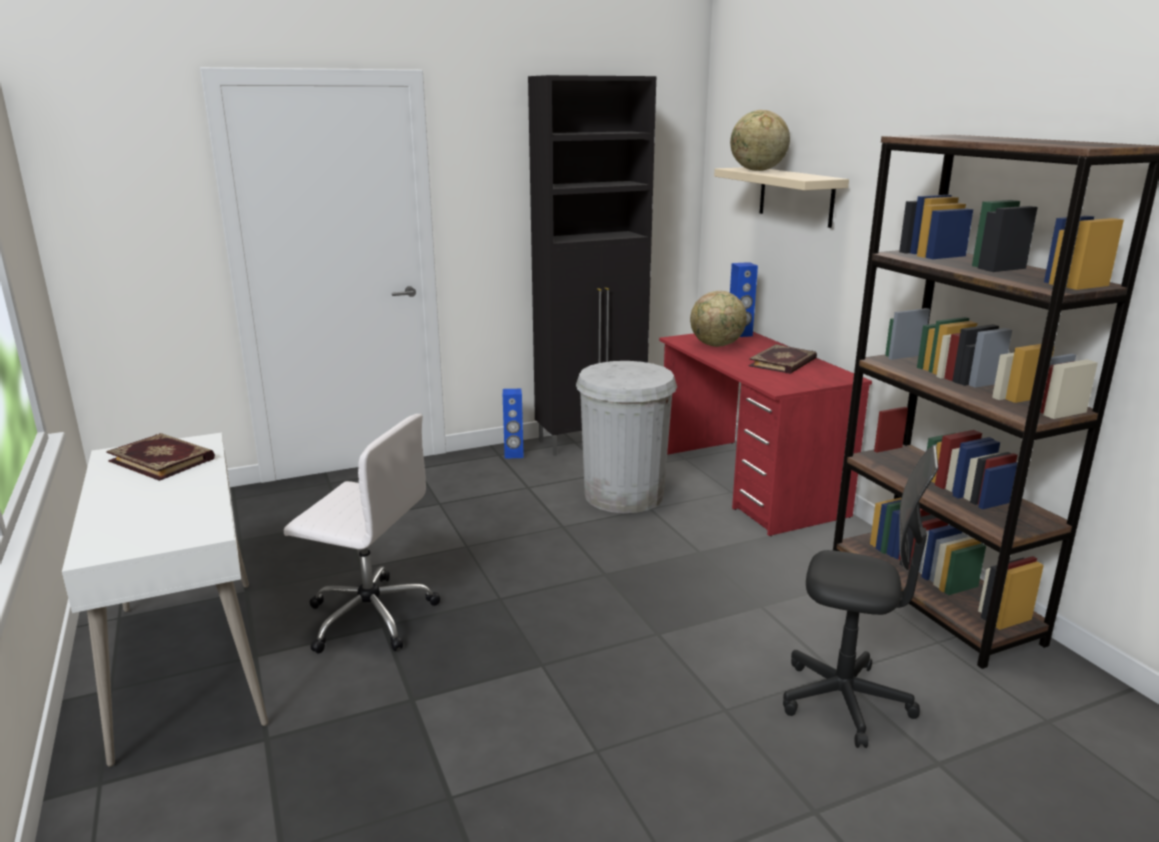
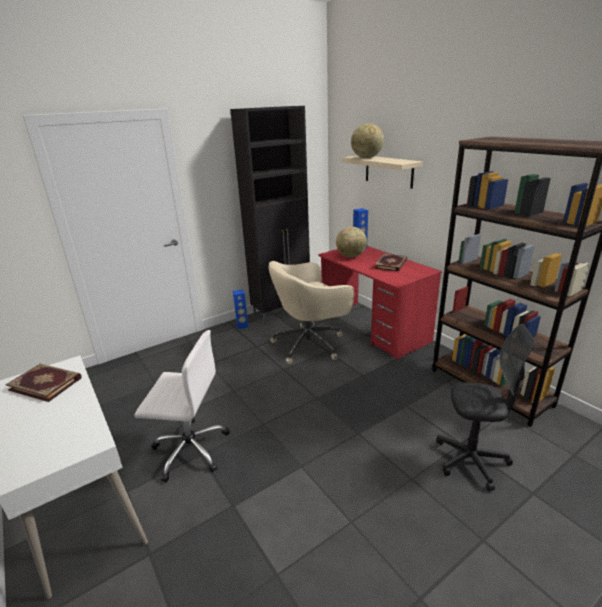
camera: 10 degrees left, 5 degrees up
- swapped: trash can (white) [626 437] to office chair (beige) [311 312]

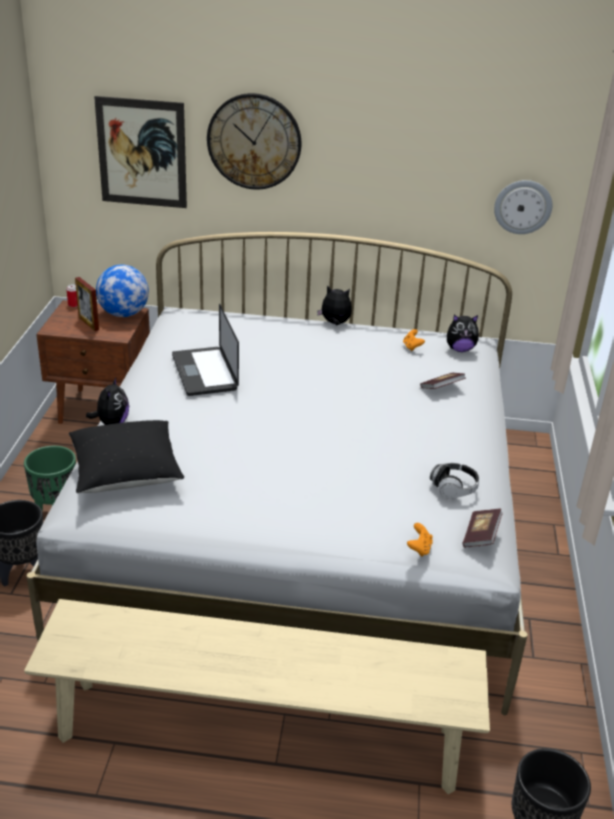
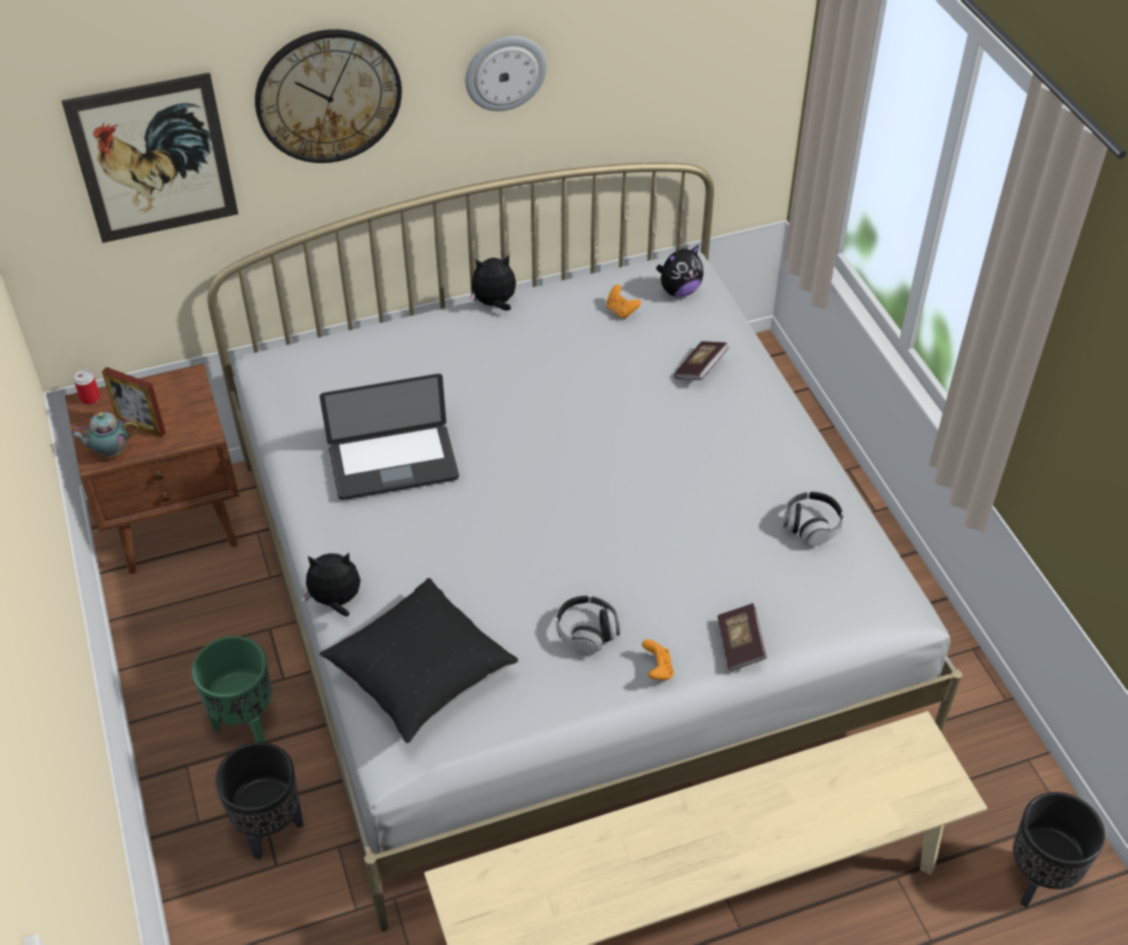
camera: 25 degrees left, 15 degrees up
- gone: globe [122 290]
- new: teapot [104 435]
- new: headphones [588 625]
- shifted: game controller (orange) [420 540] to [658 660]
- shifted: book [483 528] to [742 637]
- shifted: wall clock [523 207] to [506 73]
- rotated: plush toy [107 401] = [331 584] 75 degrees counterclockwise
- rotated: laptop [205 350] = [389 437] 60 degrees counterclockwise

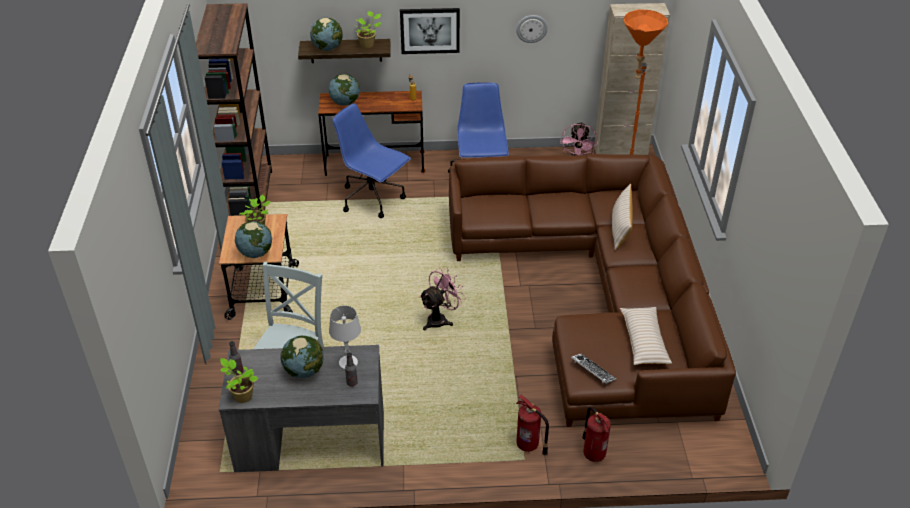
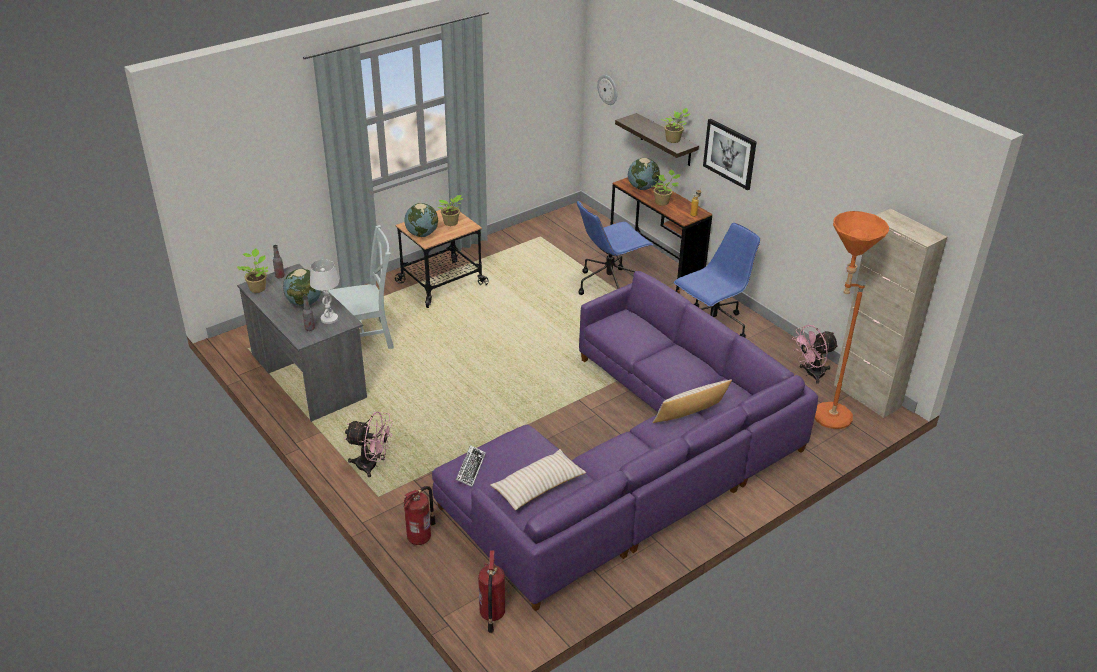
camera: 55 degrees right, 5 degrees down
- gone: bookcase (brown) [234 109]
- gone: globe [326 34]
- new: potted plant [666 188]
- shifted: fan (pink) [443 299] to [368 444]
- shifted: wall clock [532 29] to [607 90]
- shifted: fire extinguisher [532 425] to [491 591]
- repainted: sofa (brown) [592 290] to sofa (purple) [625 441]
- rotated: office chair (blue) [371 160] = [615 247] 120 degrees counterclockwise

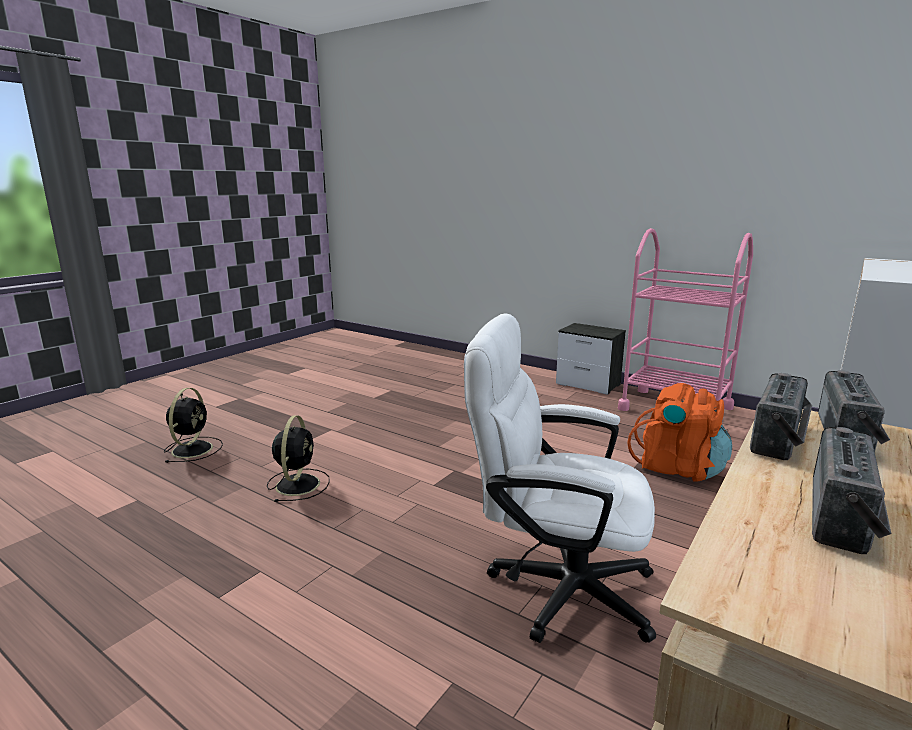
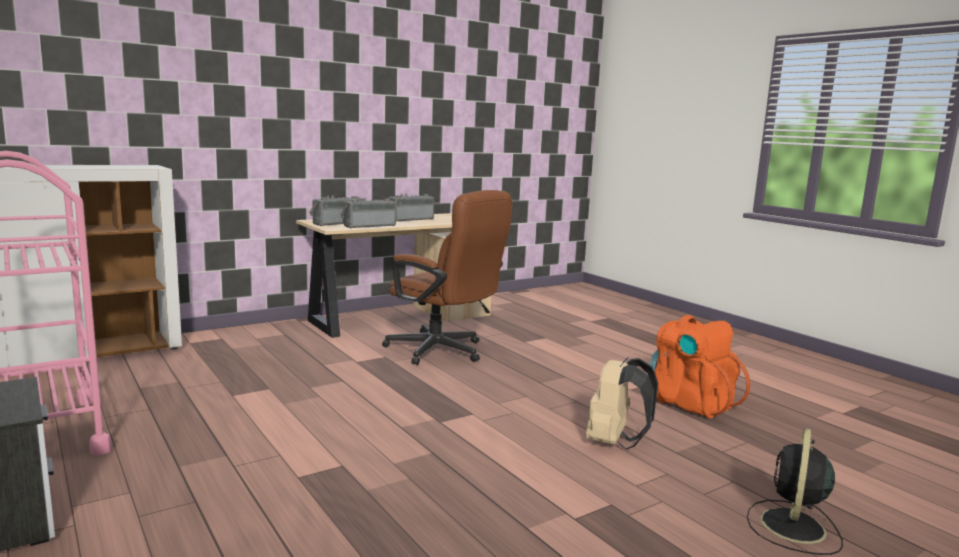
camera: 160 degrees left, 5 degrees down
- shifted: backpack (orange) [679 432] to [700 366]
- swapped: fan (black) [298 458] to backpack (beige) [621 403]
- repainted: office chair (white) [560 478] to office chair (brown) [447 277]

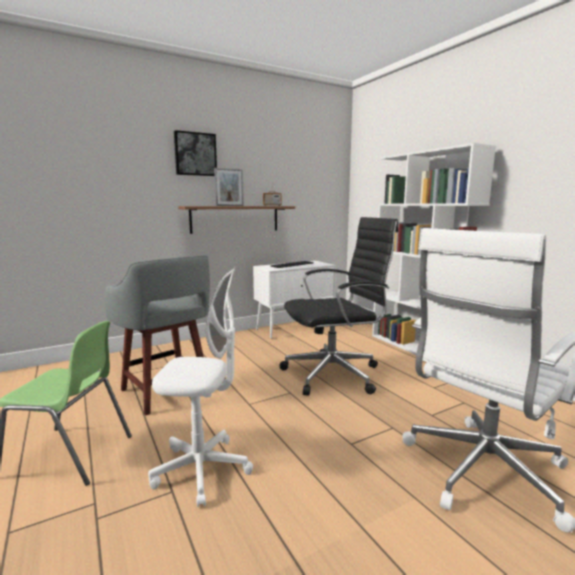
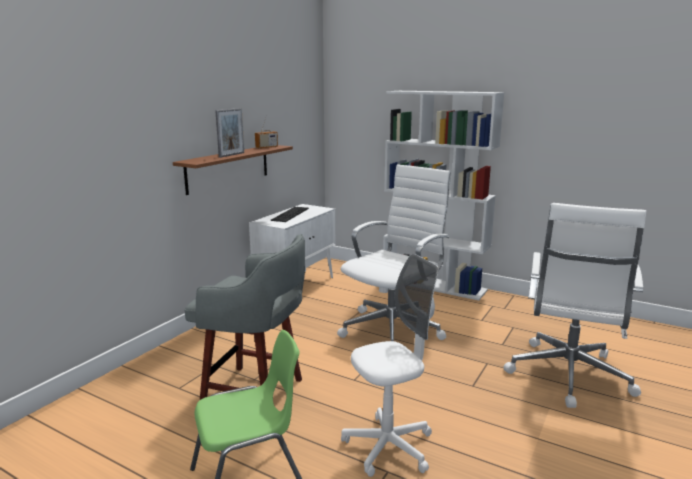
camera: 30 degrees left, 5 degrees up
- gone: picture [195 153]
- repainted: office chair (black) [339 306] to office chair (white) [394 252]

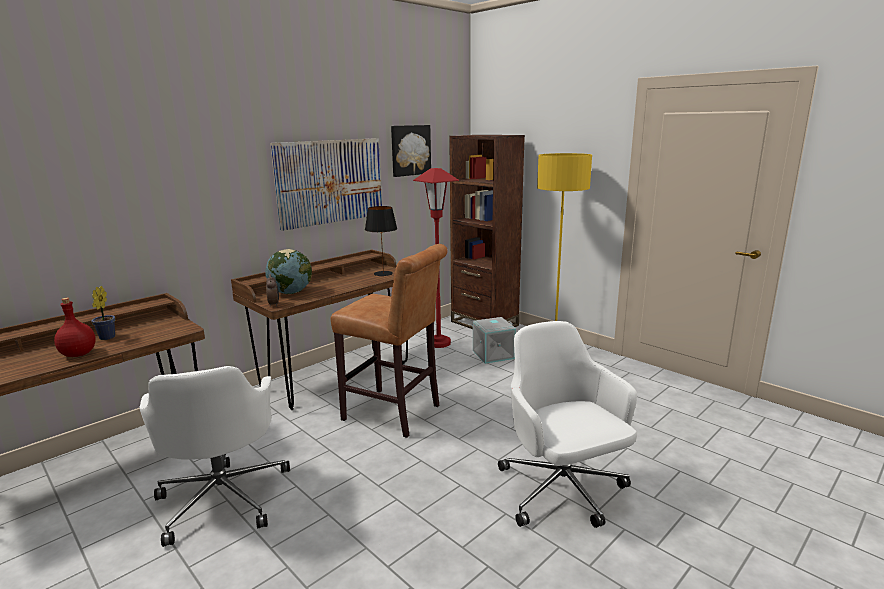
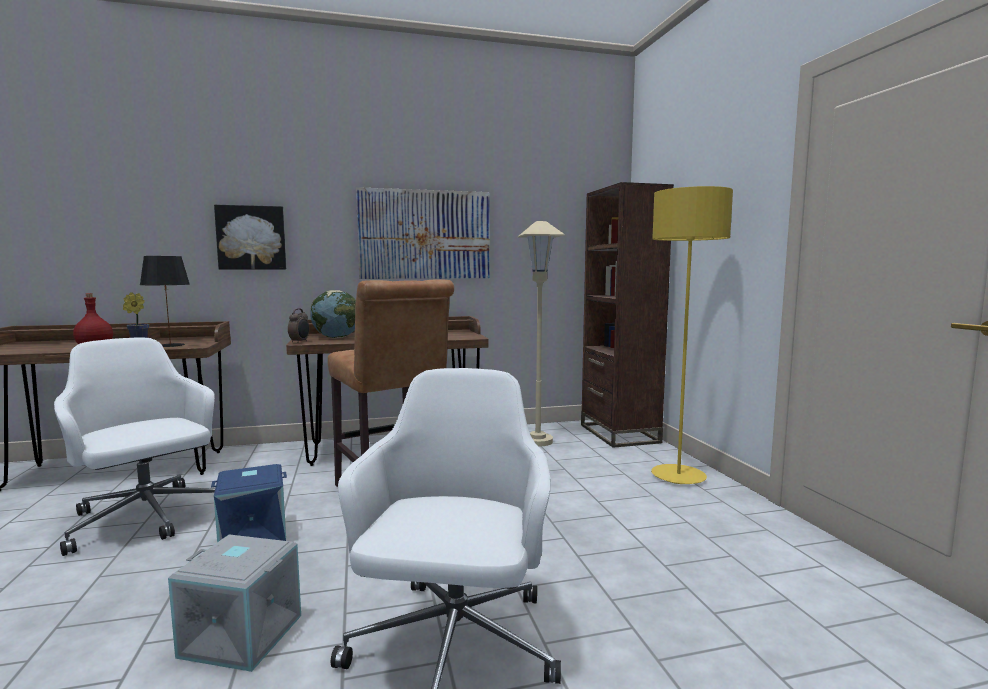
camera: 30 degrees right, 10 degrees down
- new: storage box (blue) [249 503]
- shifted: table lamp (black) [381 241] to [165 301]
- shifted: picture [411 151] to [250 237]
- shifted: storage box (grey) [494 340] to [234 603]
- repainted: floor lamp (red) [436 258] to floor lamp (beige) [541 333]
- rotated: office chair (white) [215 456] = [134 447] 120 degrees clockwise

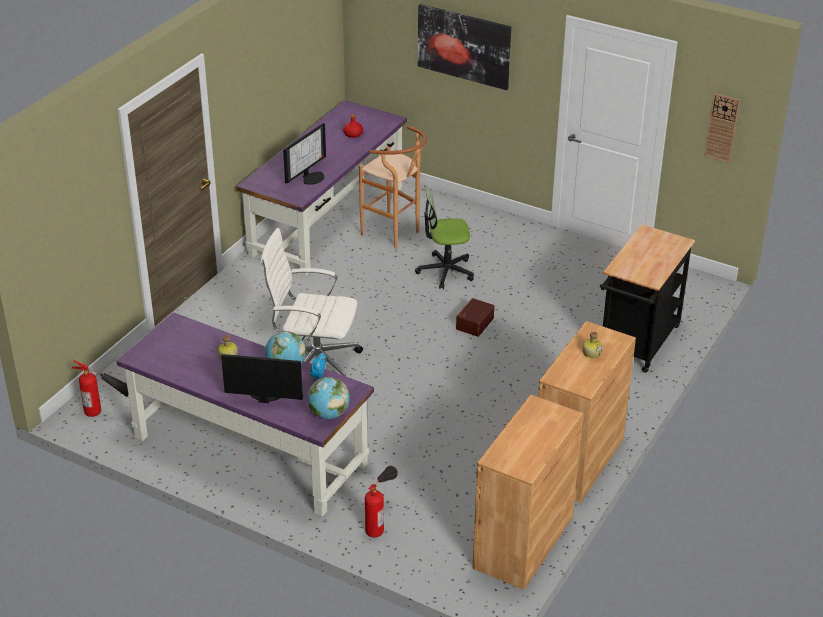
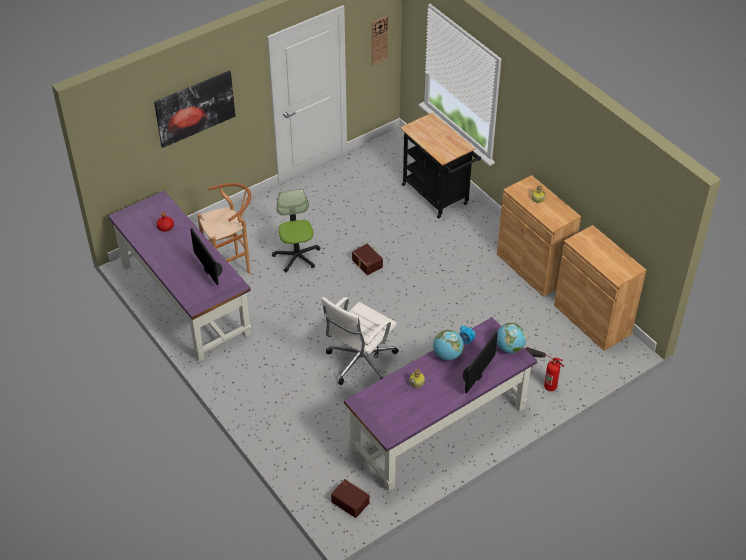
camera: 65 degrees left, 10 degrees up
- swapped: fire extinguisher [99 388] to storage box (brown) [350 498]
- rotated: office chair [444 237] = [296 230] 150 degrees clockwise

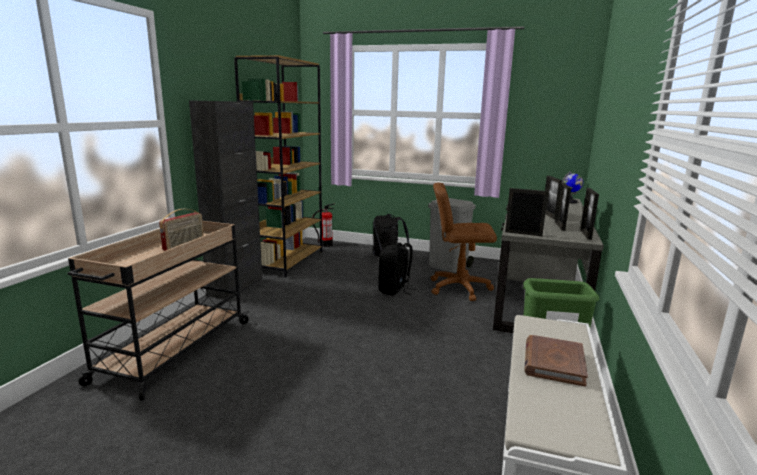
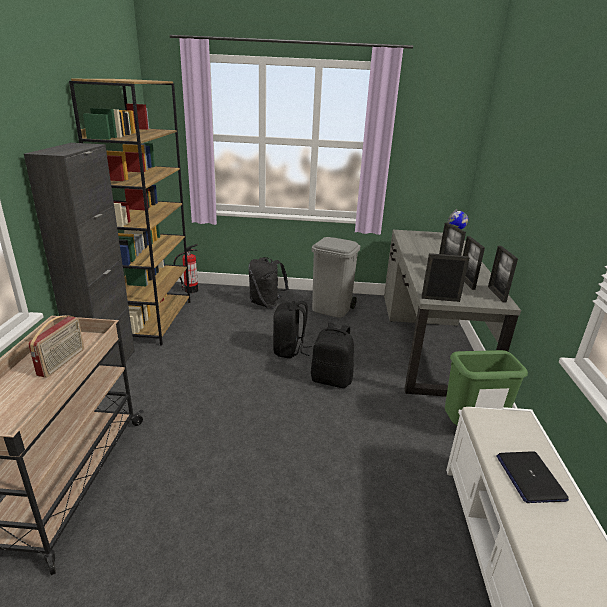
camera: 15 degrees left, 10 degrees up
- gone: office chair (brown) [464 241]
- new: backpack (black) [332 355]
- swapped: book (brown) [556 361] to laptop [532 477]

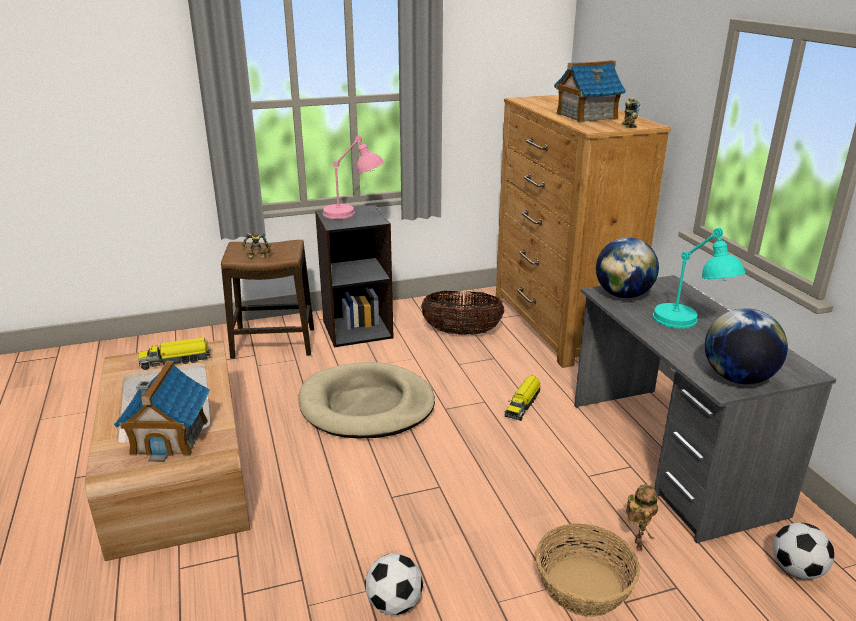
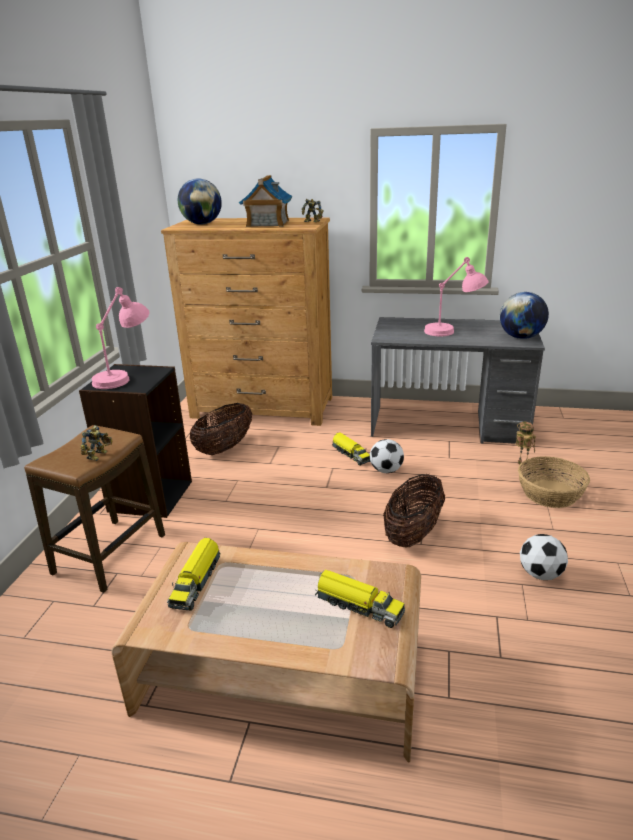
camera: 60 degrees left, 0 degrees up
- gone: dog bed (beige) [366 400]
- new: basket [414 511]
- shifted: globe [627 267] to [200 201]
- shifted: football [803 550] to [387 456]
- swapped: toy house [162 411] to toy truck [360 599]
- repainted: table lamp (turquoise) [699 278] to table lamp (pink) [456 296]

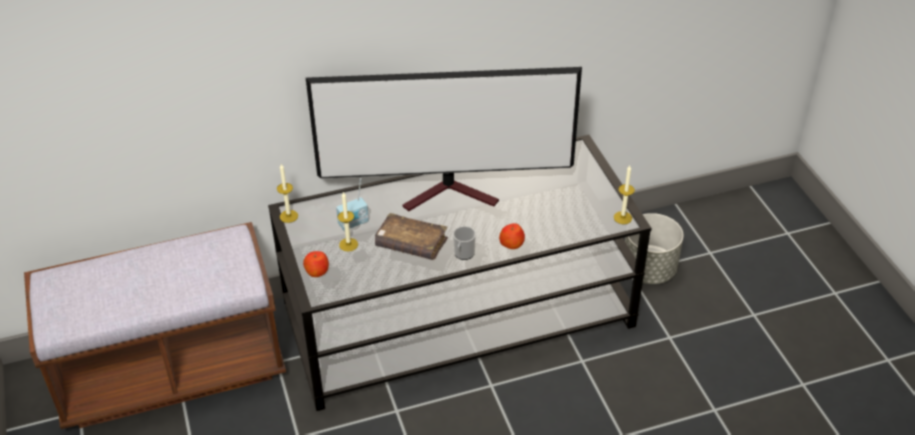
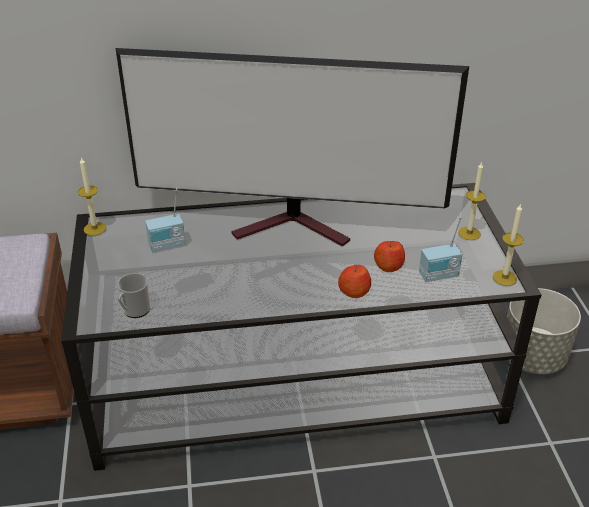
camera: 10 degrees right, 5 degrees down
- gone: book (brown) [411 236]
- new: radio [440 249]
- shifted: apple [316 264] to [389 256]
- shifted: candle [348 222] to [472 200]
- shifted: mug [464 243] to [134 295]

